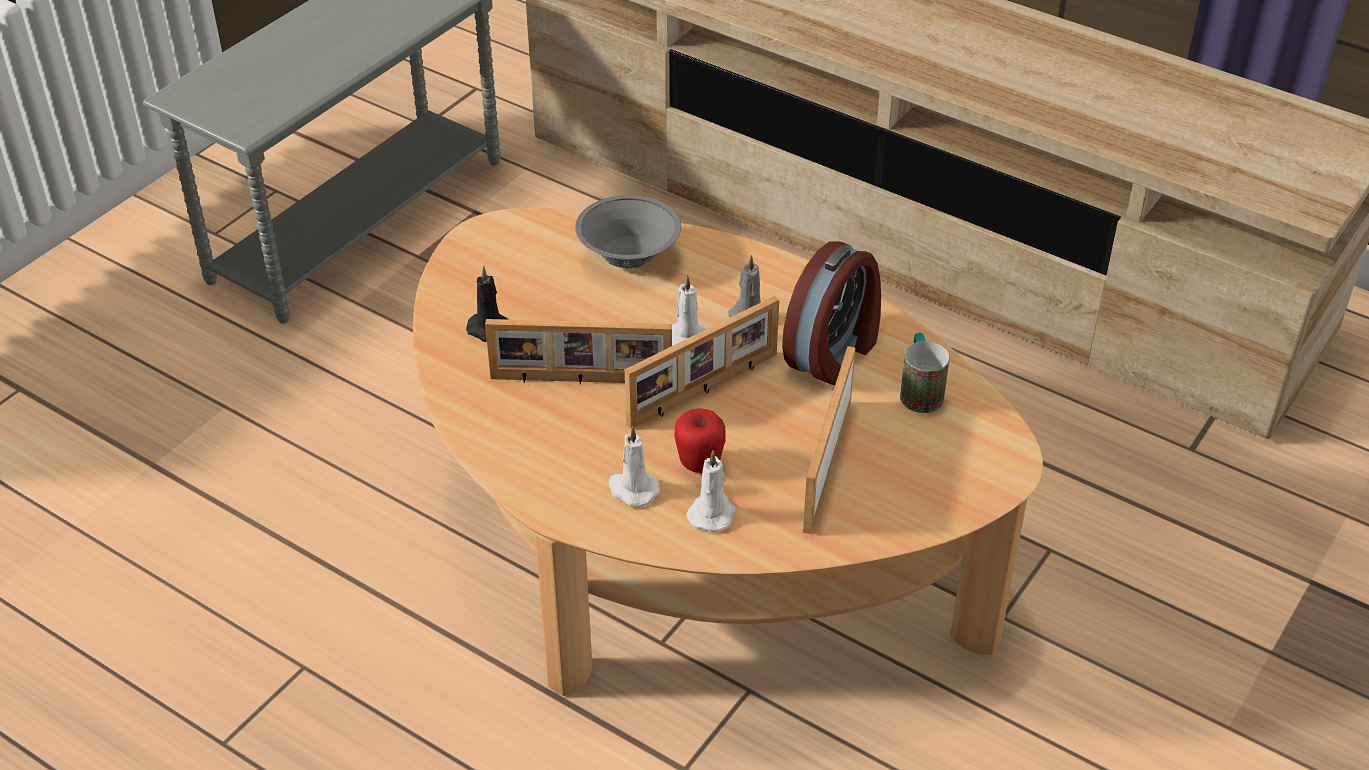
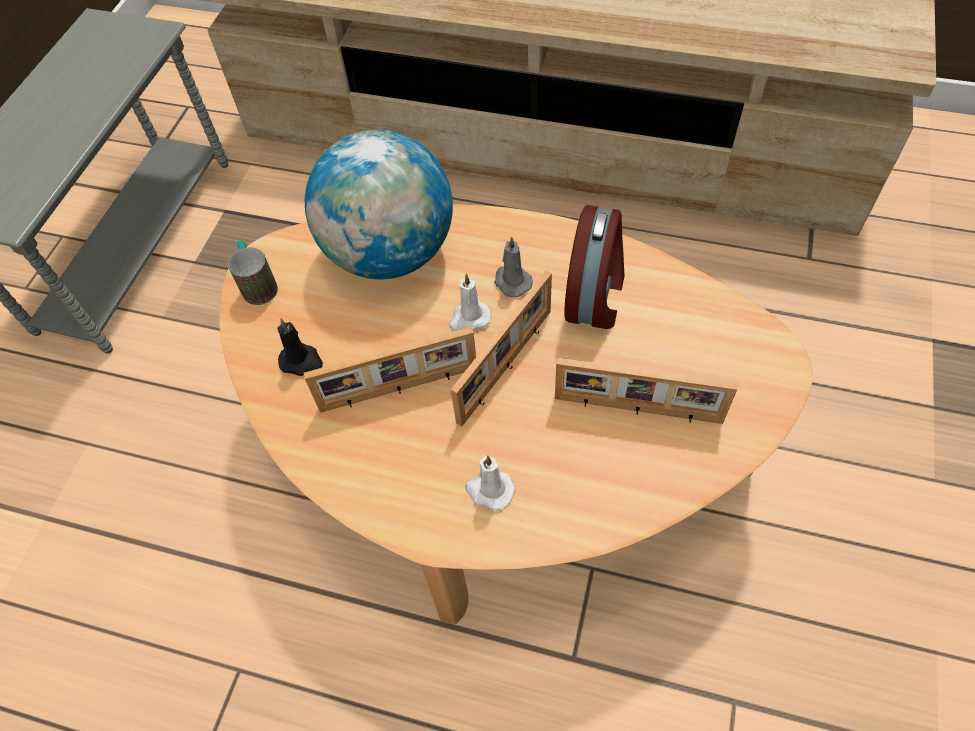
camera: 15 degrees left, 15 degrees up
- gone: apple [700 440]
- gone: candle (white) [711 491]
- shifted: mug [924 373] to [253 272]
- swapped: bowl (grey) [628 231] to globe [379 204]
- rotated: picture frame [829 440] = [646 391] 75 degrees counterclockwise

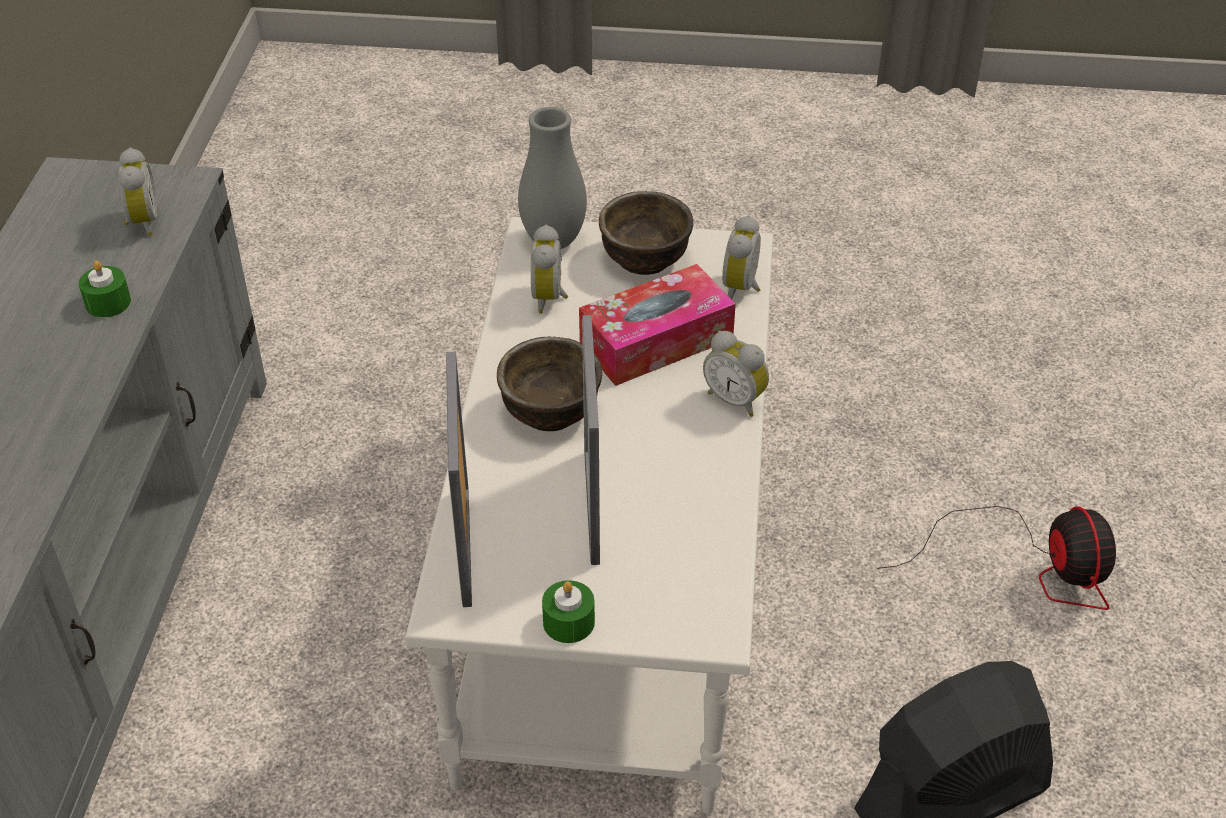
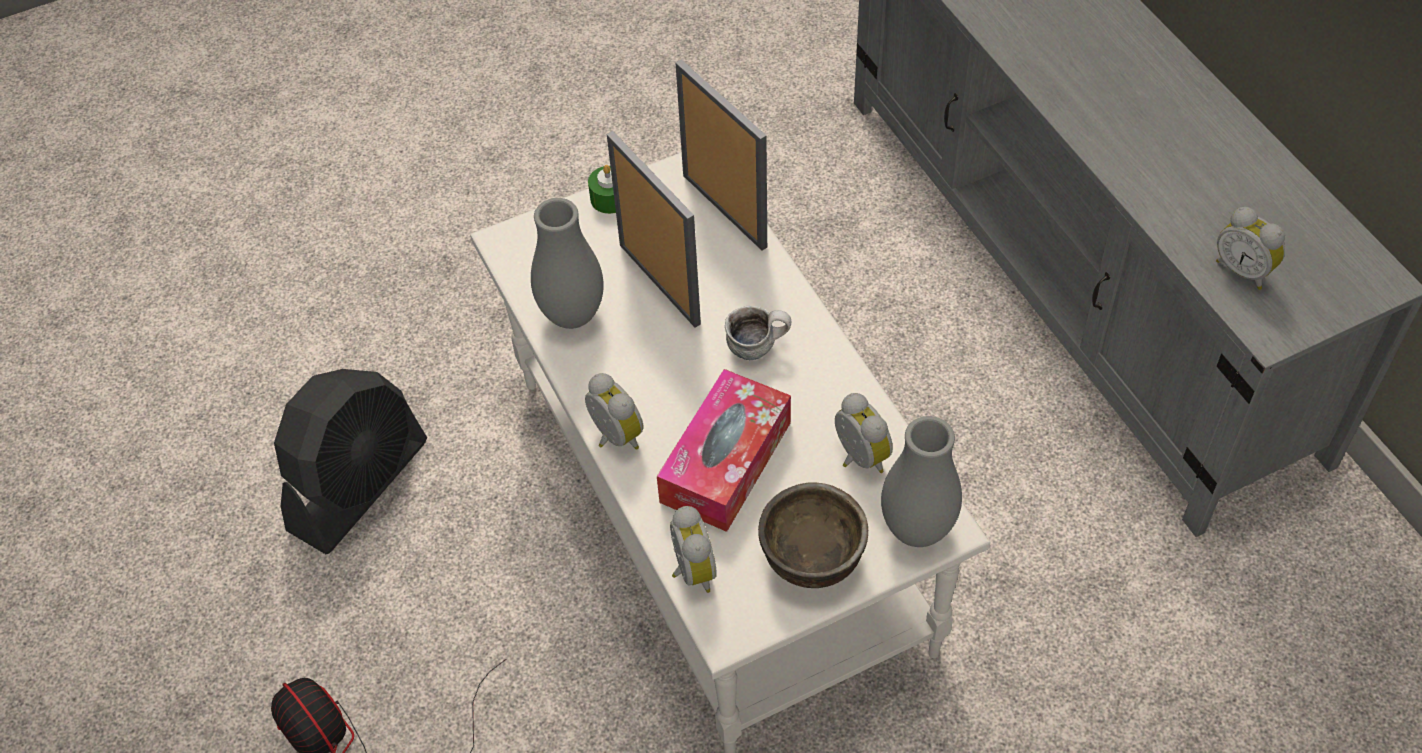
camera: 150 degrees right, 10 degrees up
- gone: candle (green) [105 288]
- new: vase (grey) [567 263]
- swapped: bowl (brown) [549 384] to mug [758 333]
- rotated: alarm clock [736 374] = [614 411] 45 degrees clockwise

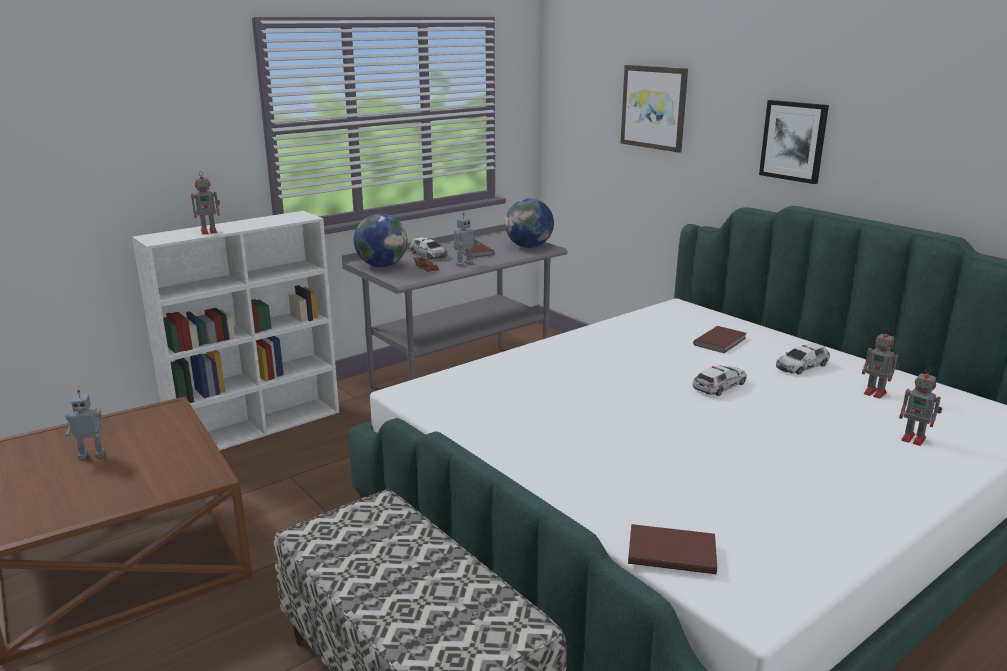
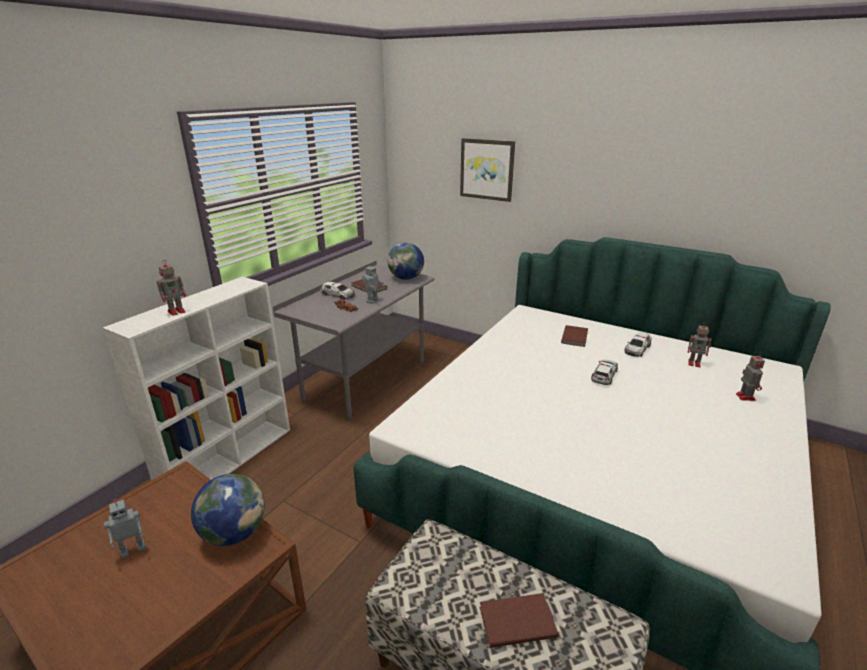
camera: 20 degrees left, 5 degrees up
- gone: picture [794 142]
- shifted: globe [380 240] to [228 510]
- shifted: book (brown) [672 549] to [519 620]
- rotated: toy robot [920 406] = [750 376] 105 degrees counterclockwise

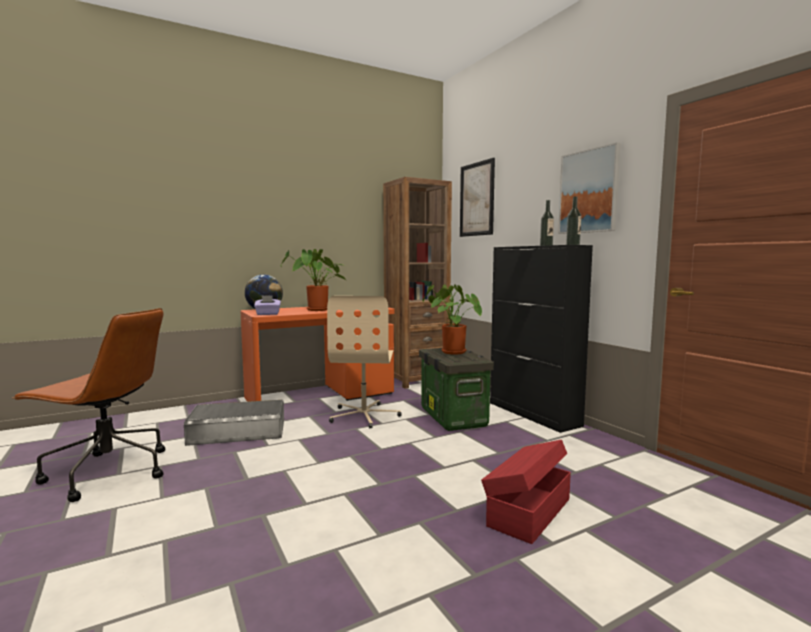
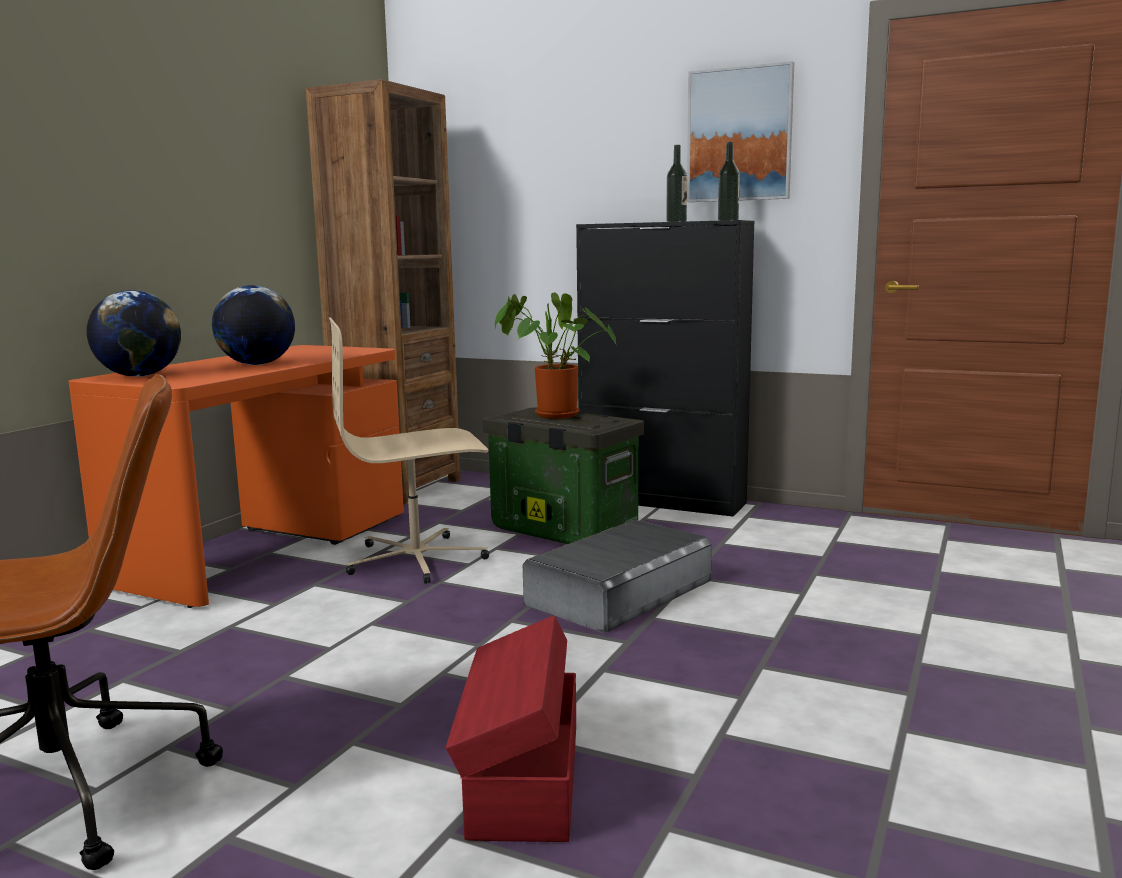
camera: 35 degrees left, 5 degrees up
- gone: tissue box (purple) [267 305]
- gone: picture [477 197]
- shifted: storage box (grey) [234 423] to [617 576]
- shifted: storage box (red) [526 492] to [511 728]
- swapped: potted plant [313 280] to globe [253 325]
- rotated: office chair (beige) [364 362] = [408 450] 105 degrees clockwise

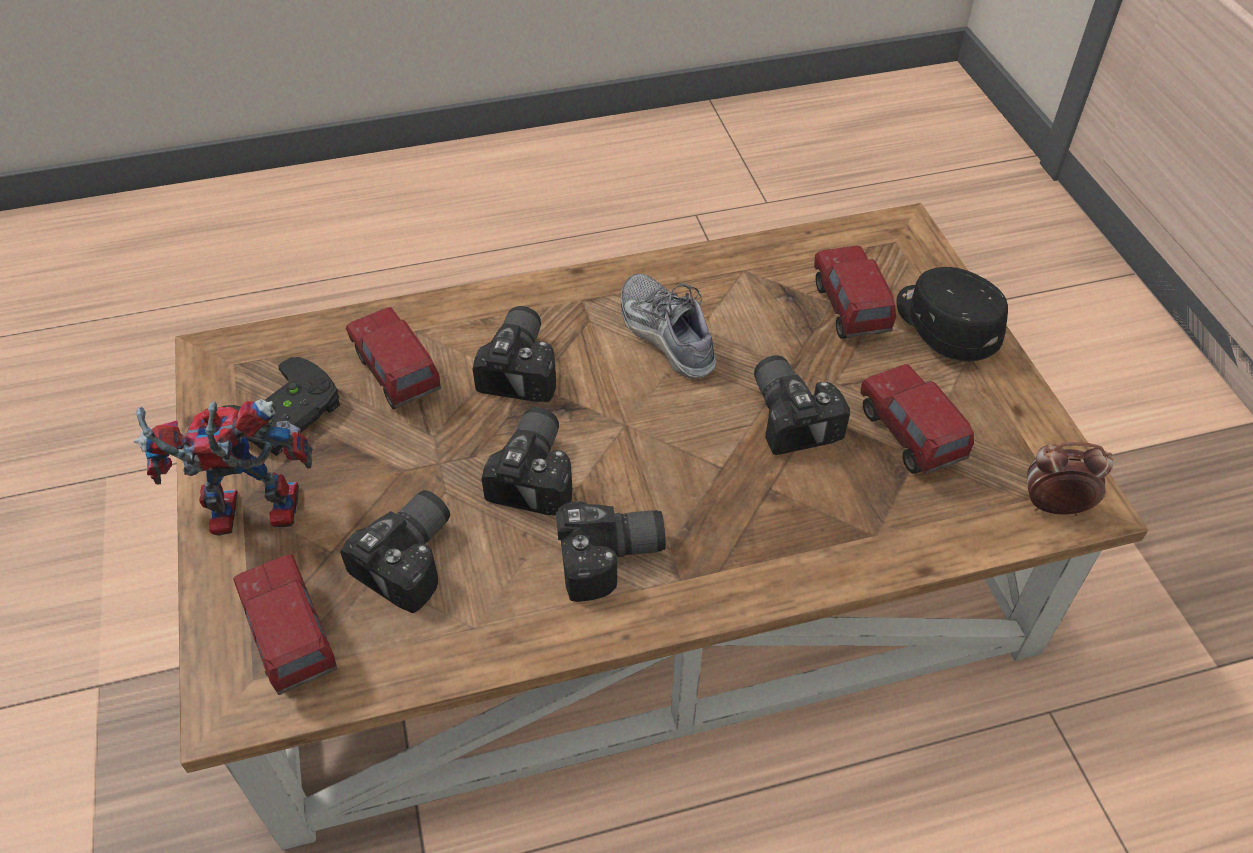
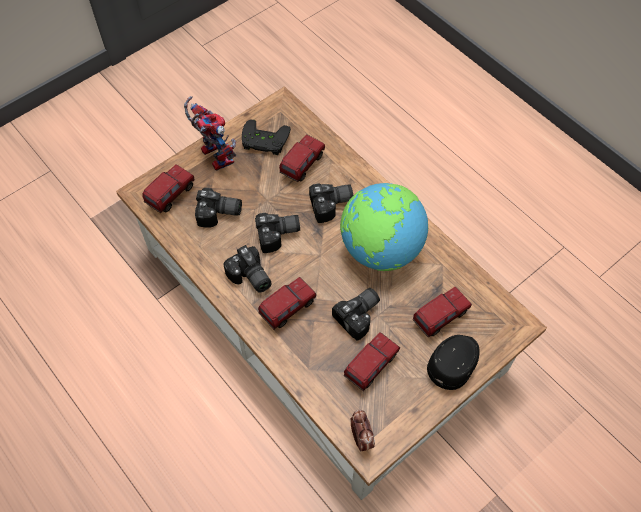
camera: 65 degrees right, 10 degrees up
- new: toy truck [287 303]
- swapped: shoe [668 326] to globe [384 227]

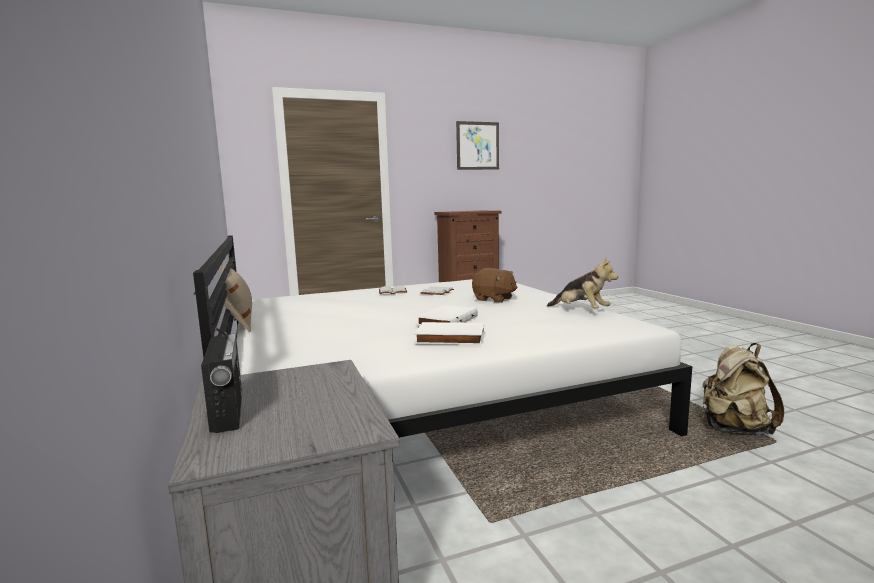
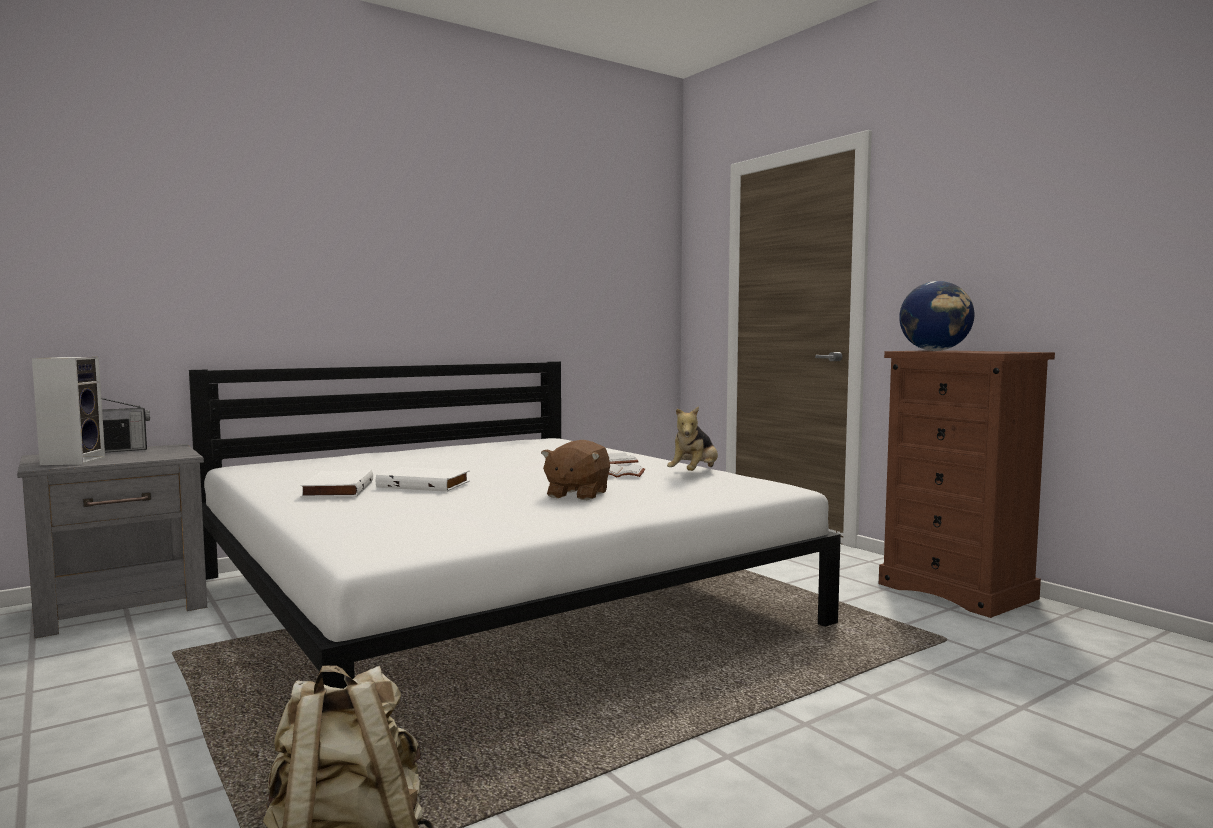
camera: 75 degrees right, 5 degrees down
- gone: pillow (beige) [236 297]
- gone: picture [477 145]
- new: speaker [68 411]
- new: globe [936 316]
- shifted: plush toy [582 283] to [692 438]

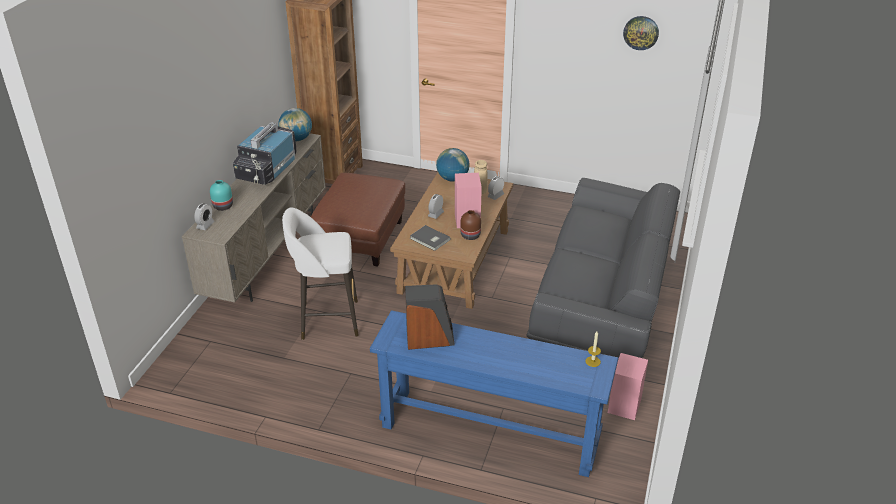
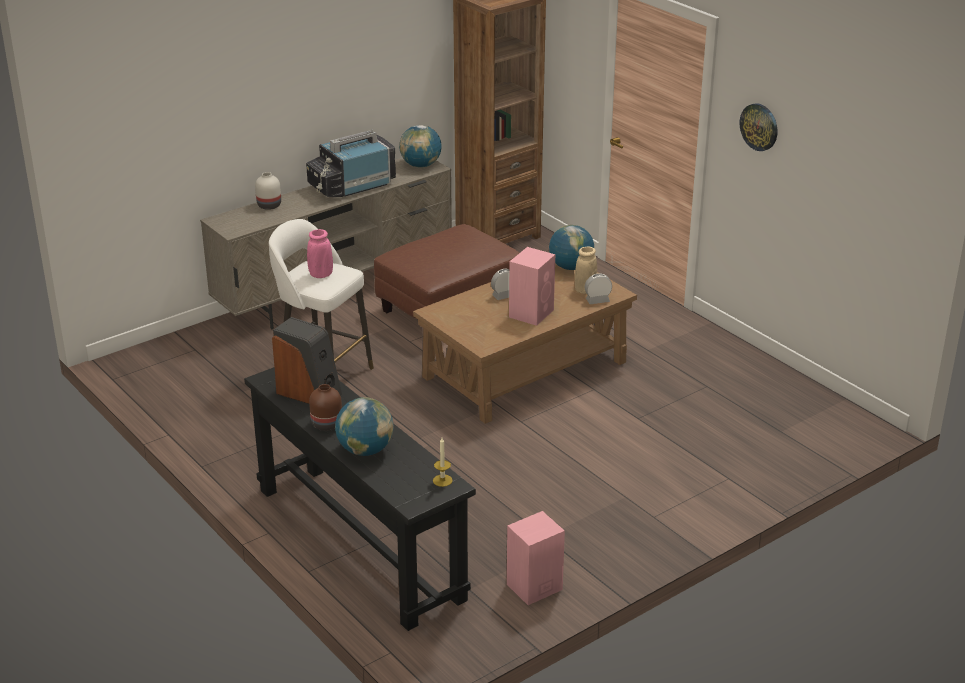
camera: 35 degrees right, 5 degrees down
- gone: alarm clock [204 216]
- gone: book (grey) [430 238]
- gone: sofa (grey) [603 268]
- new: vase (pink) [320 253]
- new: globe [364 426]
- shifted: vase (brown) [471 225] to [325 407]
- shifted: wall clock [641 33] to [758 127]
- repainted: vase (turquoise) [221 195] to vase (white) [268 191]
- repainted: console table (blue) [494 393] to console table (black) [360 499]

